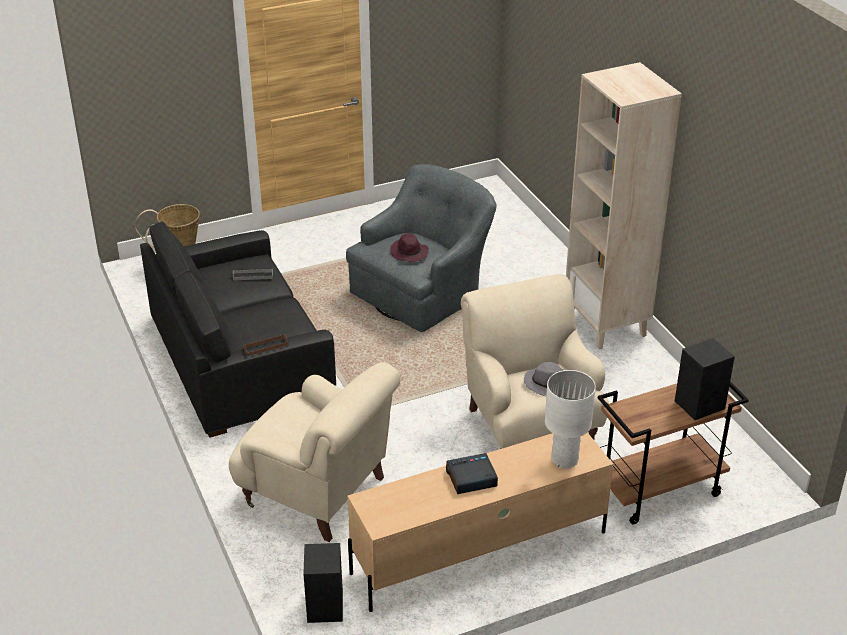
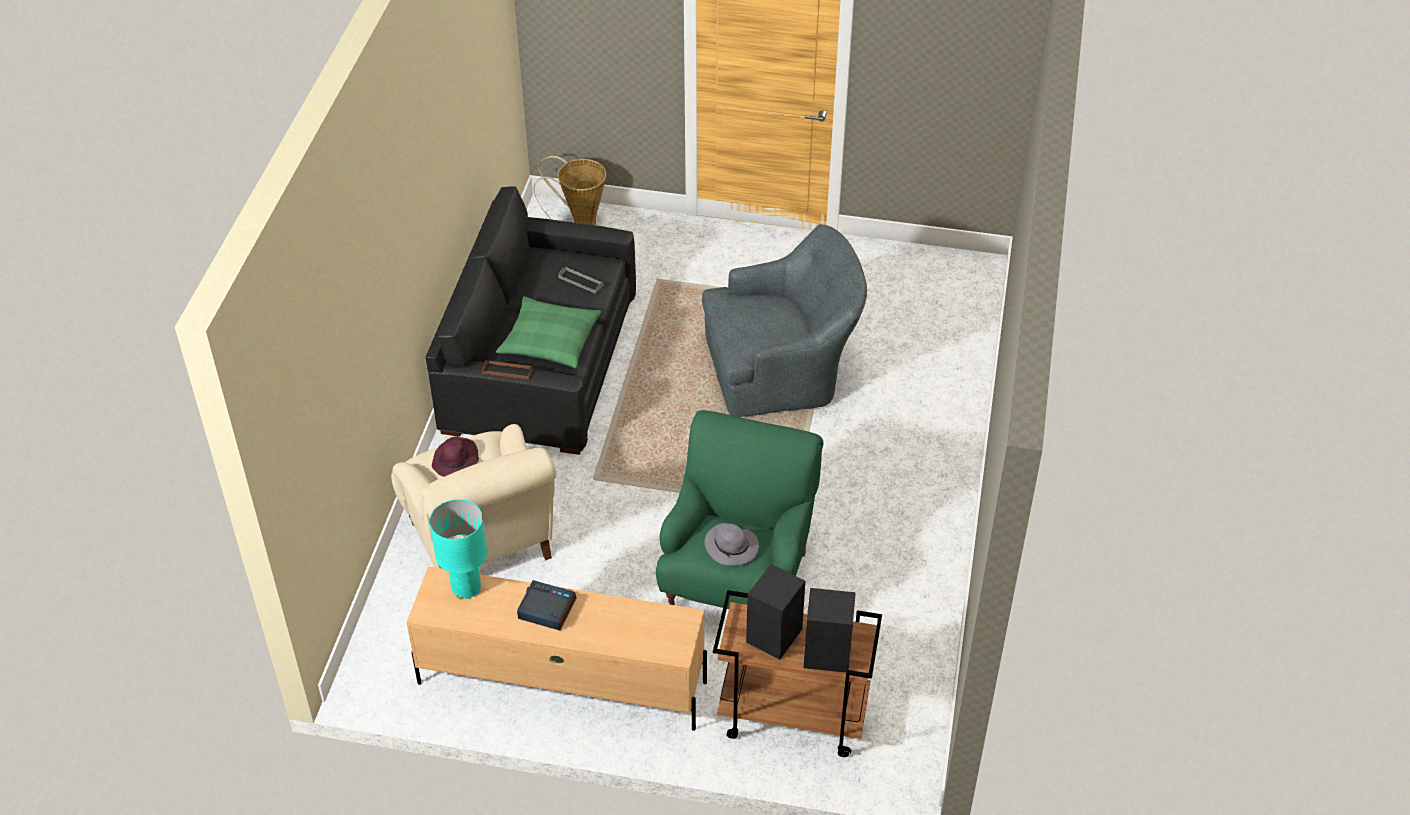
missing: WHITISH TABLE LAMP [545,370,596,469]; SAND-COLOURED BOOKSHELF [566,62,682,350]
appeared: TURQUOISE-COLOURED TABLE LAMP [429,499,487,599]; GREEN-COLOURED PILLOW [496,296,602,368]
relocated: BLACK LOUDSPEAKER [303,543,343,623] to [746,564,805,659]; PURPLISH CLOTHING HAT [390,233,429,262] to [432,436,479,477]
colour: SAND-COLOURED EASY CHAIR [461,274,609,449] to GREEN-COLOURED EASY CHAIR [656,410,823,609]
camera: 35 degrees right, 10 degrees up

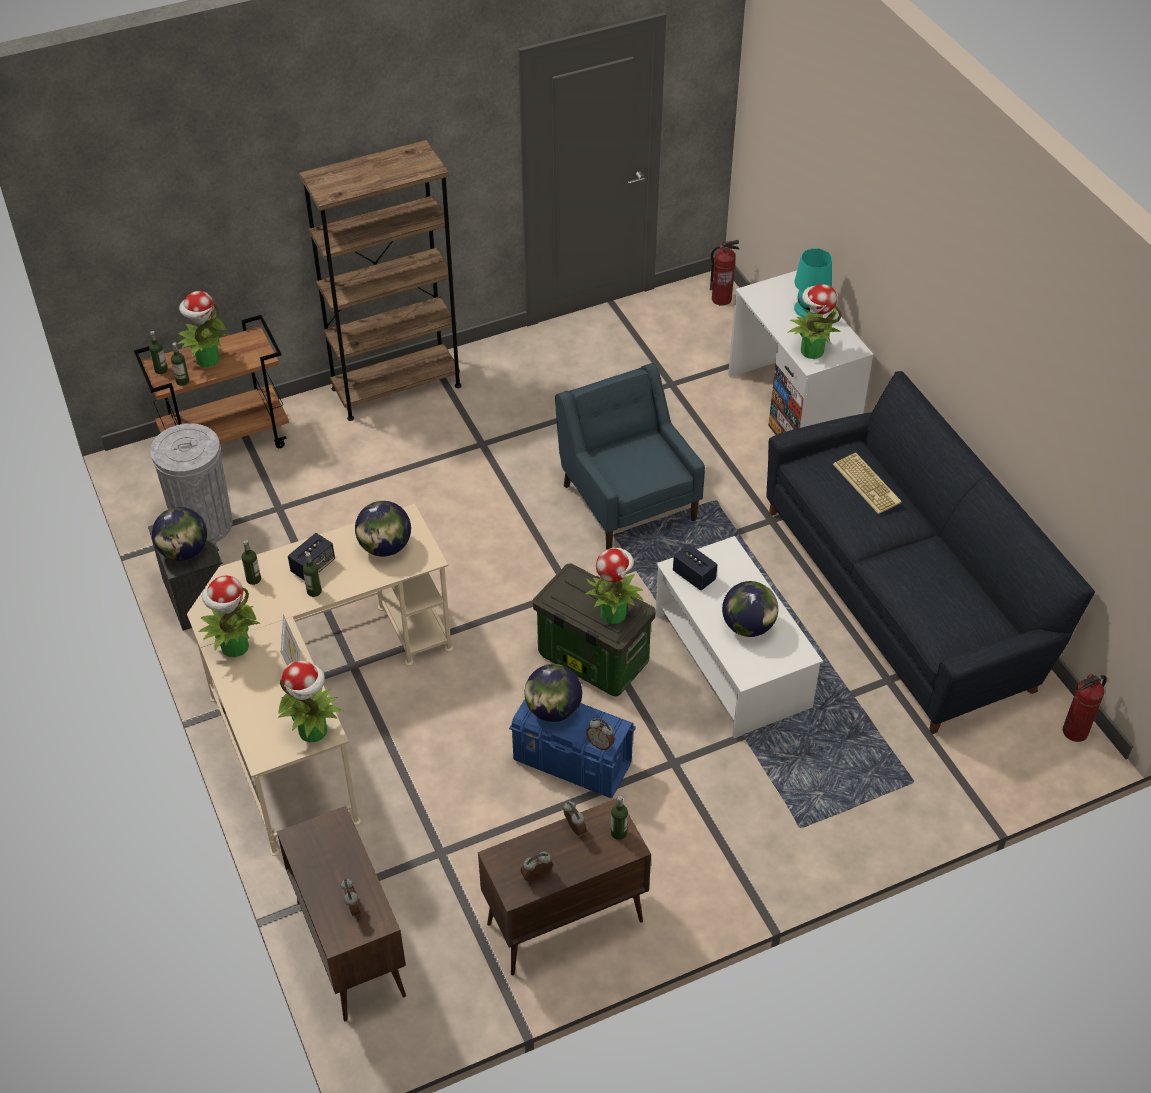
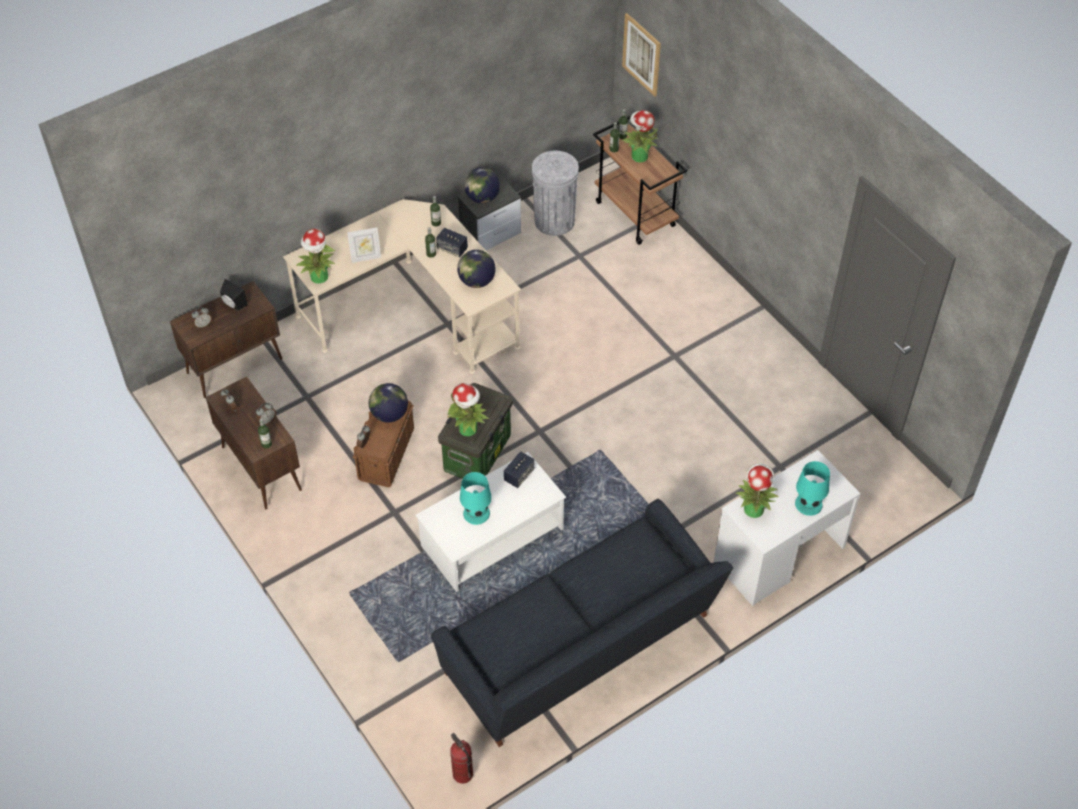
missing: POTTED PLANT [199,575,261,657]; BROWN-COLOURED BOOKSHELF [299,140,461,421]; BLUISH EASY CHAIR [555,363,705,550]; EXTINGUISHER [710,240,740,306]; COMPUTER KEYBOARD [833,453,902,514]
appeared: BLACK LOUDSPEAKER [220,279,248,311]; PICTURE [622,13,661,96]
exchanged: WORLD GLOBE [722,581,778,637] to TURQUOISE-COLOURED TABLE LAMP [460,472,492,525]
colour: BLUISH STORAGE BOX [509,699,636,798] to BROWN-COLOURED STORAGE BOX [353,400,414,487]
camera: 80 degrees right, 5 degrees up

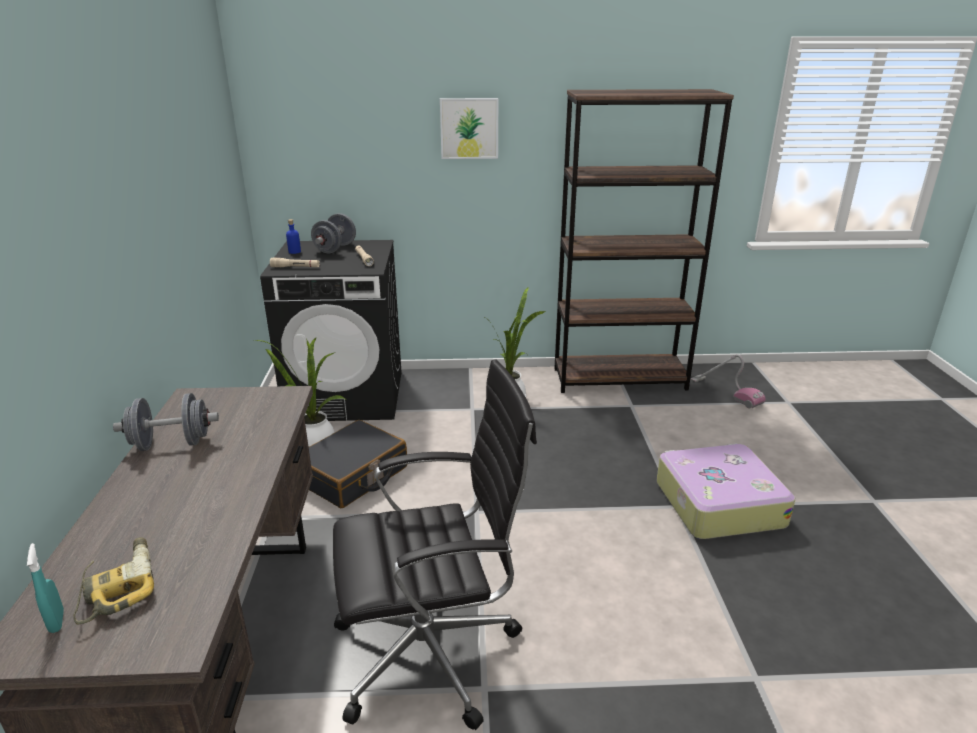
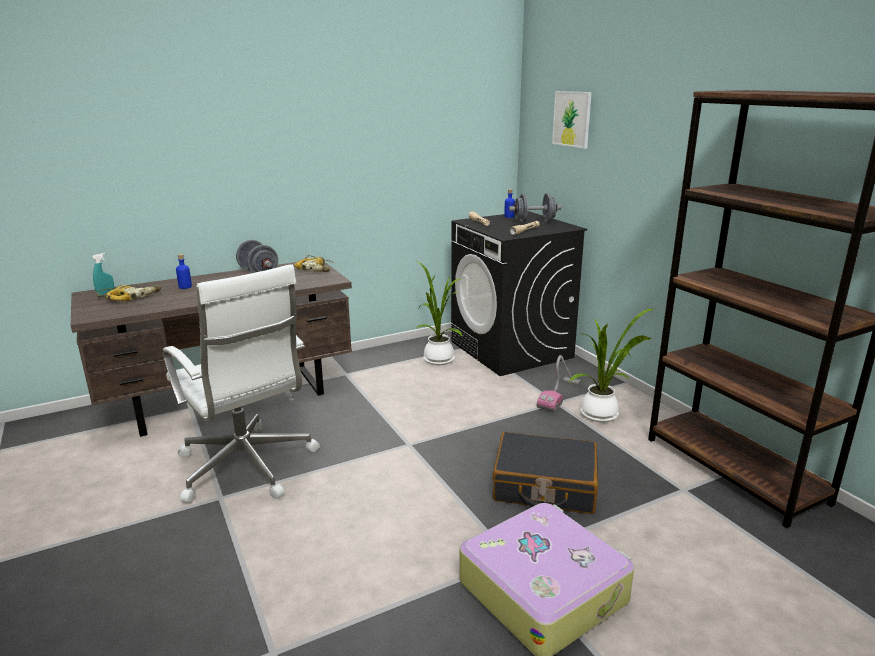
appeared: BLUISH BOTTLE [176,254,192,289]; POWER DRILL [294,255,335,272]
relocated: BLACK PIECE OF LUGGAGE [309,420,407,508] to [493,432,598,514]; PICTURE [440,98,498,159] to [552,91,592,149]; VACUUM [691,354,766,409] to [537,355,581,412]
colour: BLACK OFFICE CHAIR [333,359,537,730] to WHITISH OFFICE CHAIR [163,264,320,503]
camera: 65 degrees right, 5 degrees down

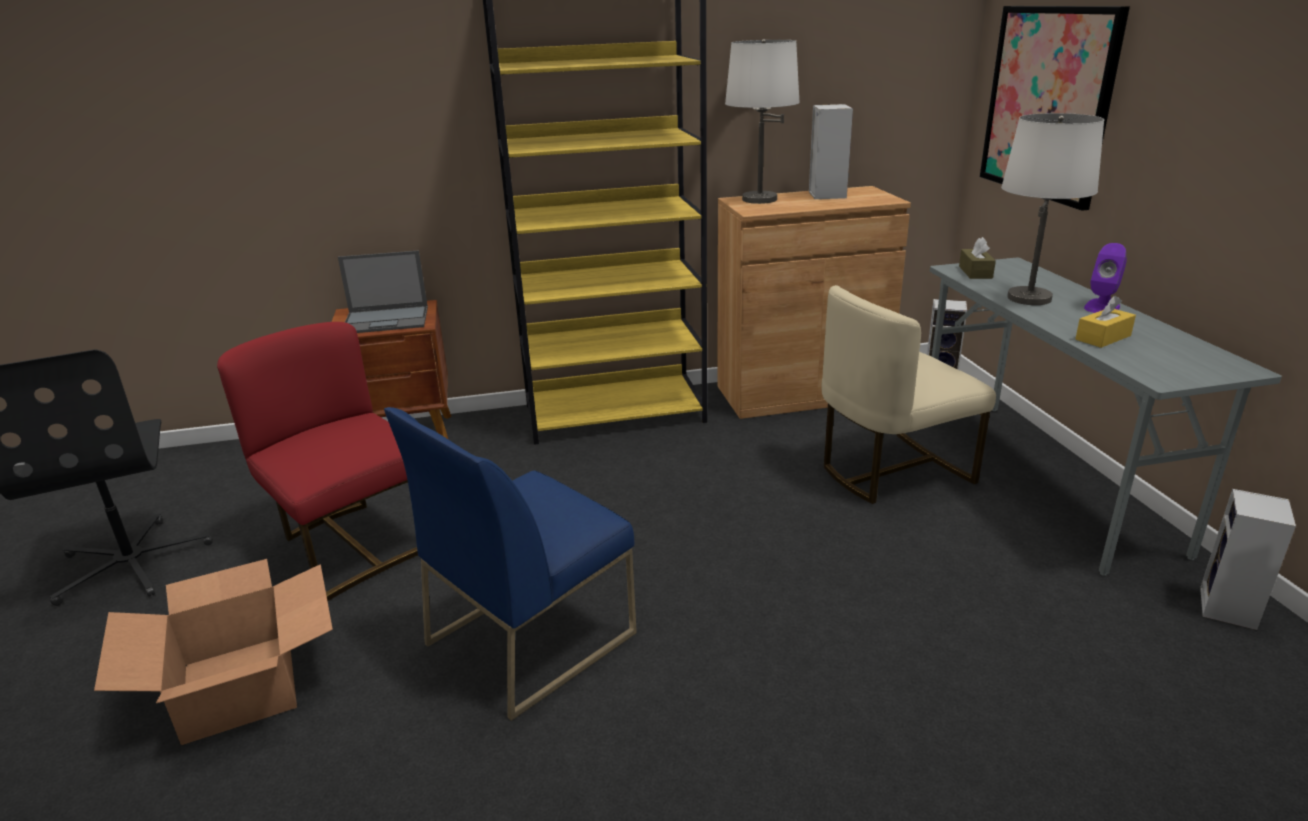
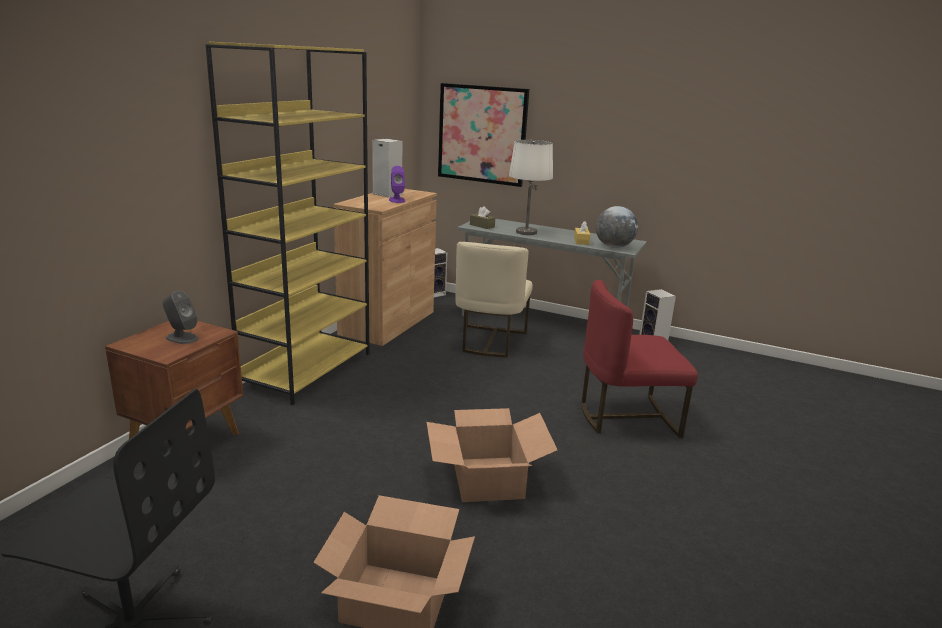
missing: WHITISH TABLE LAMP [725,39,800,204]
appeared: WORLD GLOBE [596,206,638,248]
relocated: REDDISH PLAIN CHAIR [217,322,418,601] to [581,280,698,438]; PURPLISH LOUDSPEAKER [1084,243,1127,313] to [389,166,405,203]
exchanged: PORTABLE COMPUTER [338,250,428,333] to GREYISH LOUDSPEAKER [162,291,199,344]; BLUISH PLAIN CHAIR [384,407,637,721] to CARDBOARD BOX [426,408,557,502]
camera: 55 degrees left, 5 degrees down

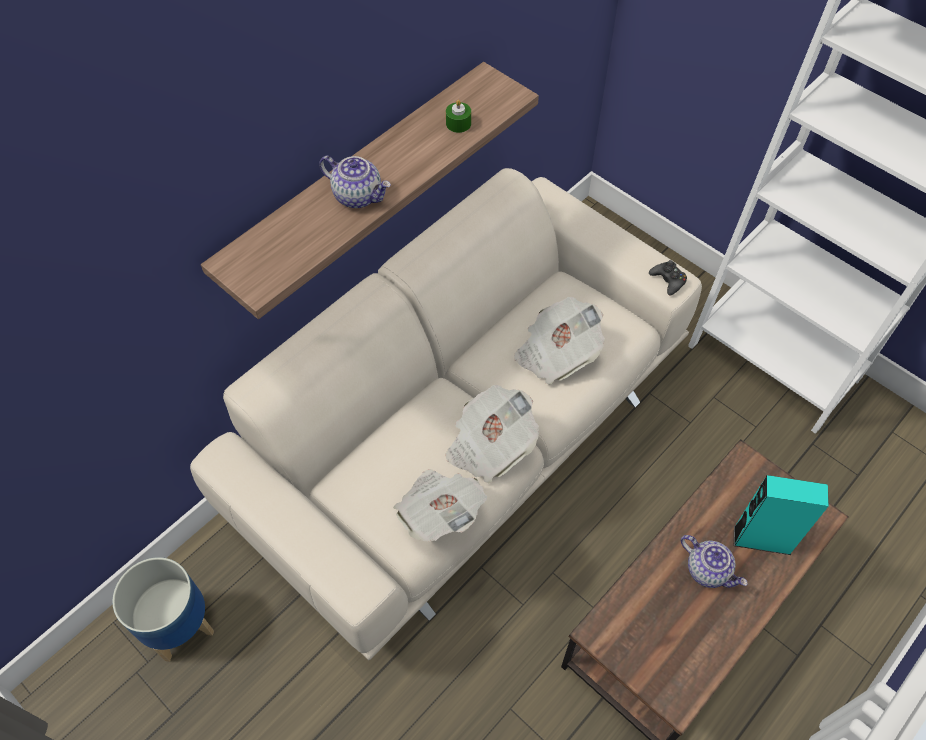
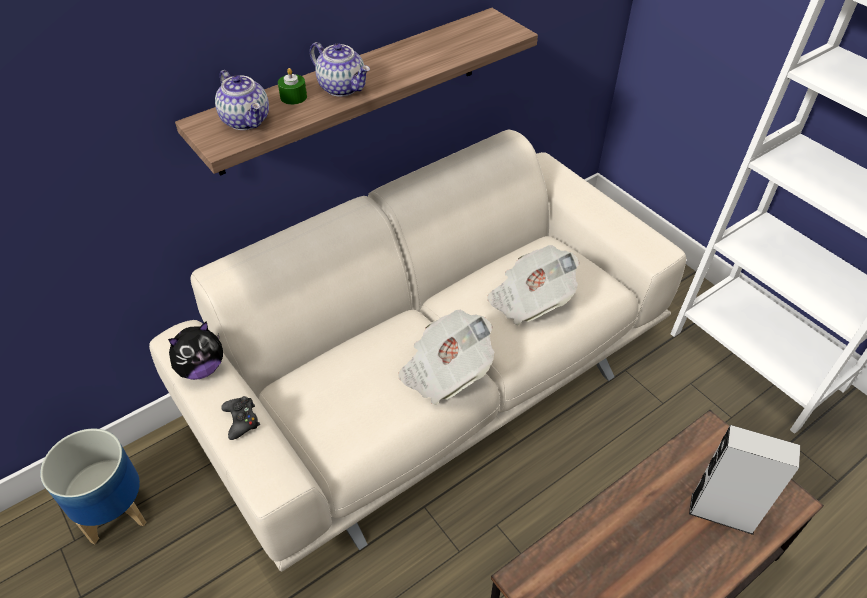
missing: DAILY PAPER [393,469,487,542]
appeared: CUDDLY TOY [168,321,223,380]
relocated: GREEN-COLOURED WAX LIGHT [446,100,471,133] to [278,68,307,105]; BLACK GAME CONTROLLER [649,260,687,296] to [221,396,260,440]; TEAPOT [681,535,748,588] to [215,70,269,130]
colour: TURQUOISE-COLOURED LOUDSPEAKER [734,475,829,555] to GREYISH LOUDSPEAKER [689,425,800,535]
camera: 10 degrees right, 10 degrees down

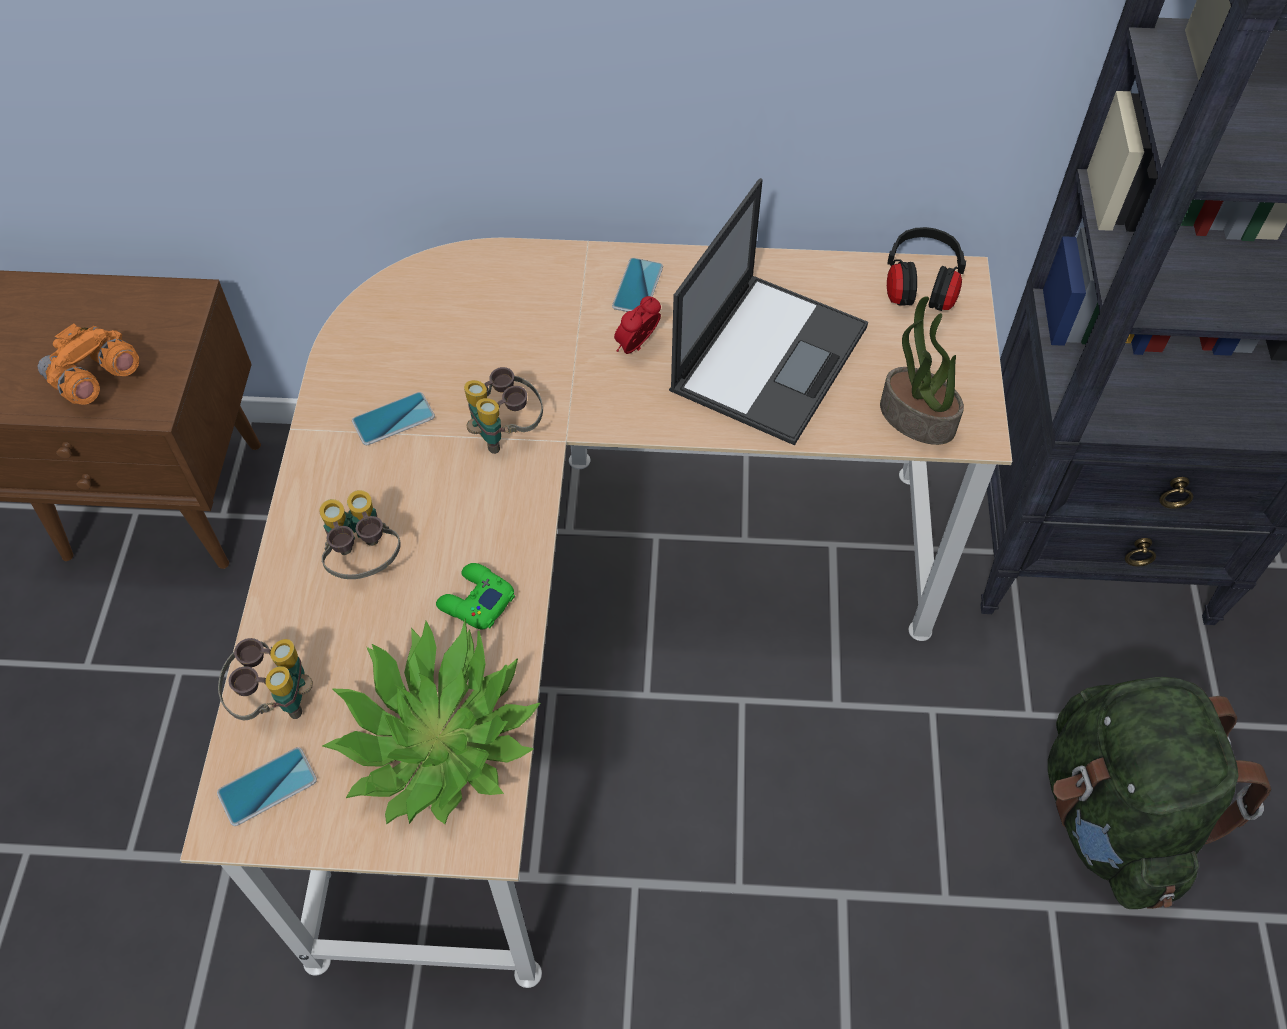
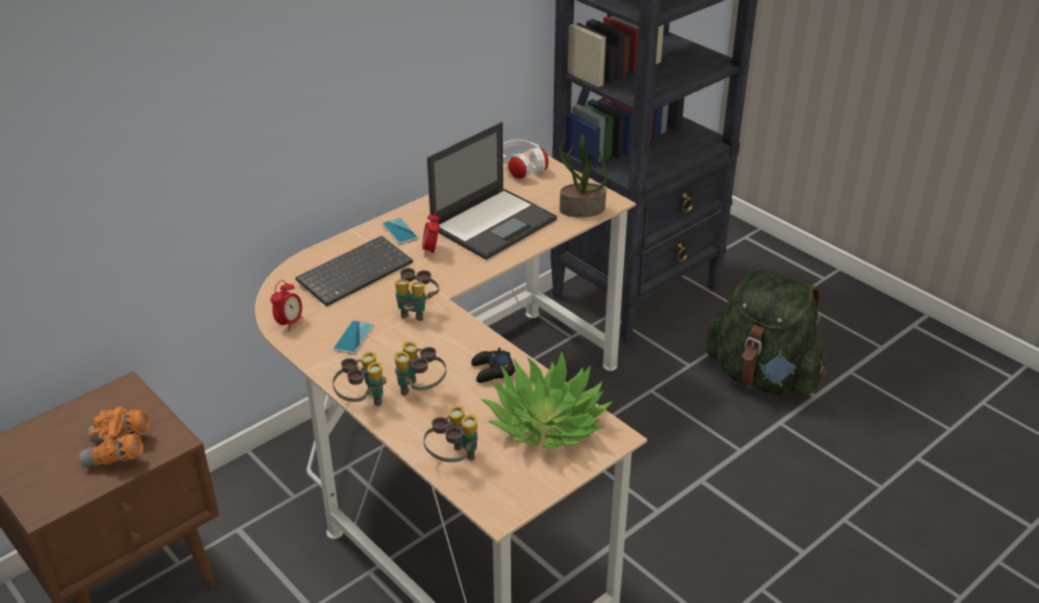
missing: TELEPHONE [217,747,317,826]
appeared: ALARM CLOCK [270,280,303,331]; COMPUTER KEYBOARD [295,236,413,306]; FIELD GLASSES [333,352,387,406]
colour: GREEN-COLOURED GAME CONTROLLER [436,563,515,630] to BLACK GAME CONTROLLER [471,347,515,383]; BLACK HEADSET [887,227,966,311] to WHITISH HEADSET [503,140,549,179]
spun: PORTABLE COMPUTER [669,178,868,445] = [427,122,557,260] 60 degrees clockwise
camera: 45 degrees left, 20 degrees down

